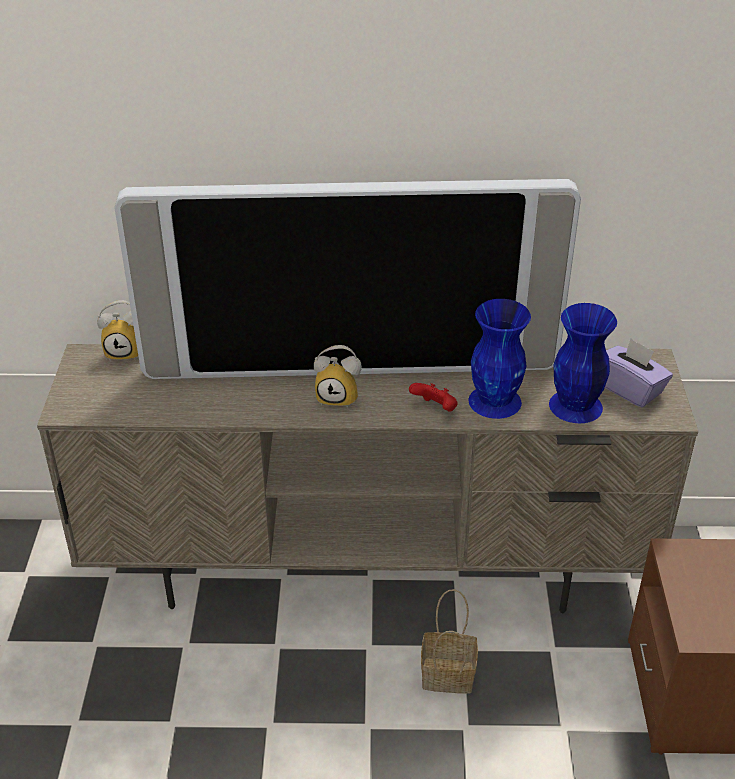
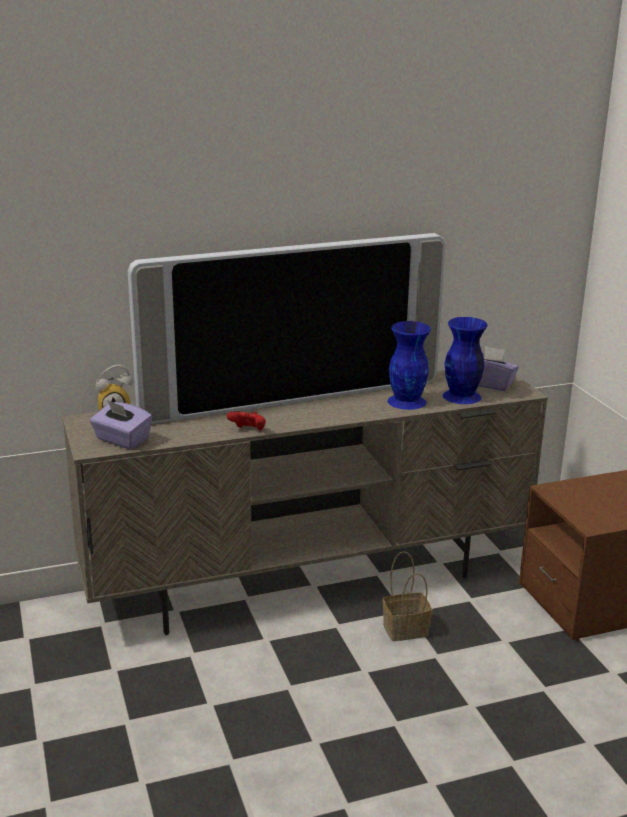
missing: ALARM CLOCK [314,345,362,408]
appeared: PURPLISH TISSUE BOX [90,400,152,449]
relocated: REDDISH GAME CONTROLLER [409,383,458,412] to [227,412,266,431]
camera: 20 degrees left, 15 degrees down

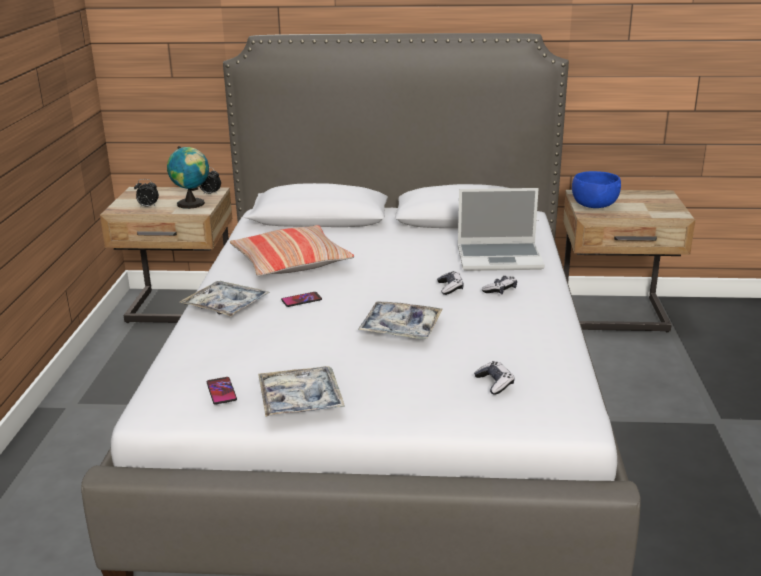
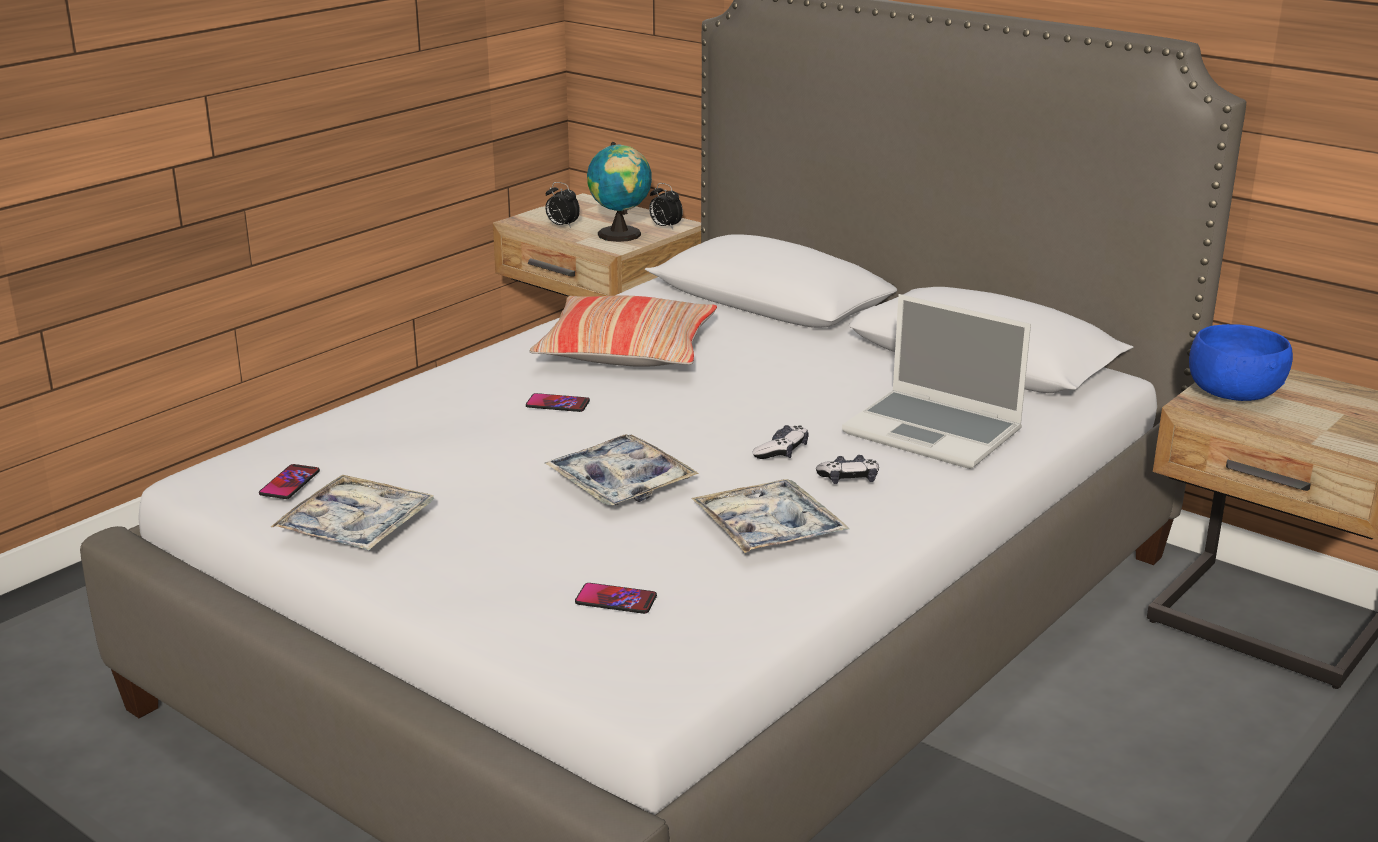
relocated: TRAY [180,281,270,317] to [692,479,849,553]
exchanged: GAME CONTROLLER [474,361,515,394] to TELEPHONE [575,583,657,614]
camera: 35 degrees right, 0 degrees up

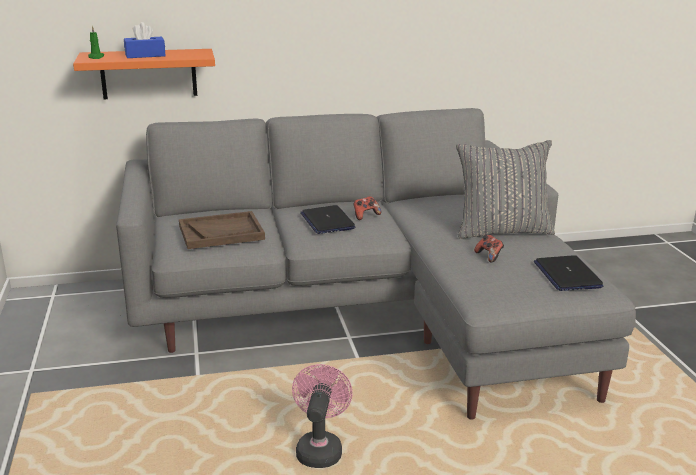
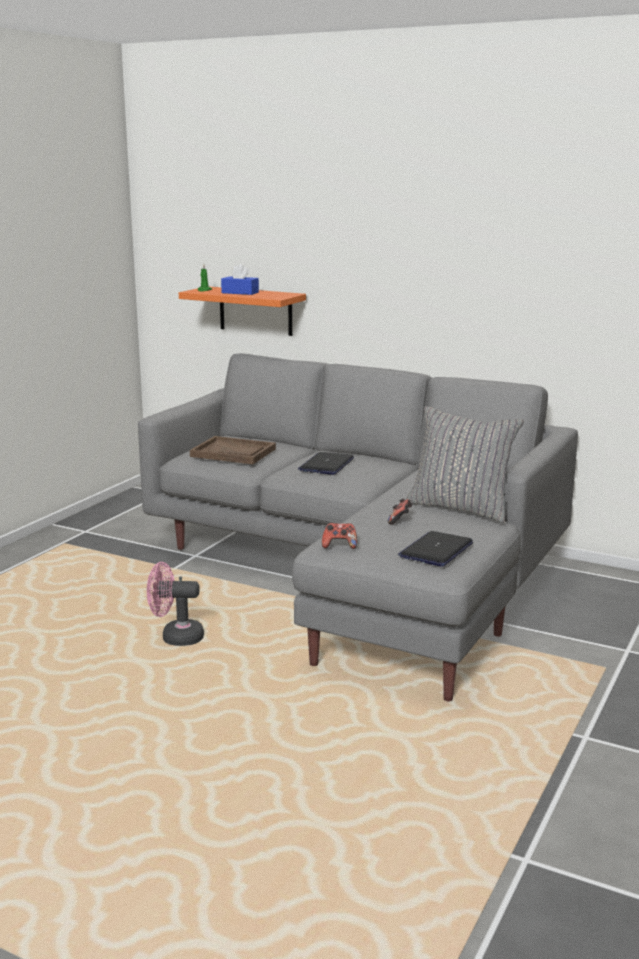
relocated: GAME CONTROLLER [354,196,381,220] to [322,523,357,549]
spun: PINK-COLOURED FAN [292,364,353,468] = [147,562,204,646] 135 degrees counterclockwise
camera: 40 degrees right, 5 degrees down

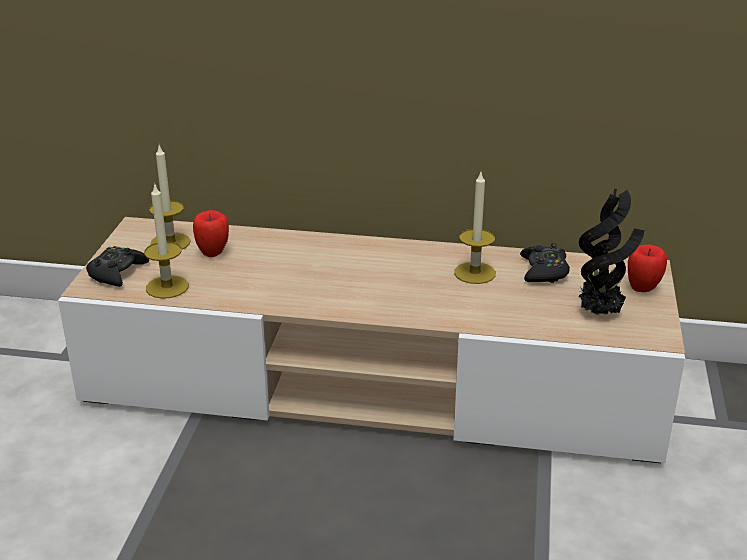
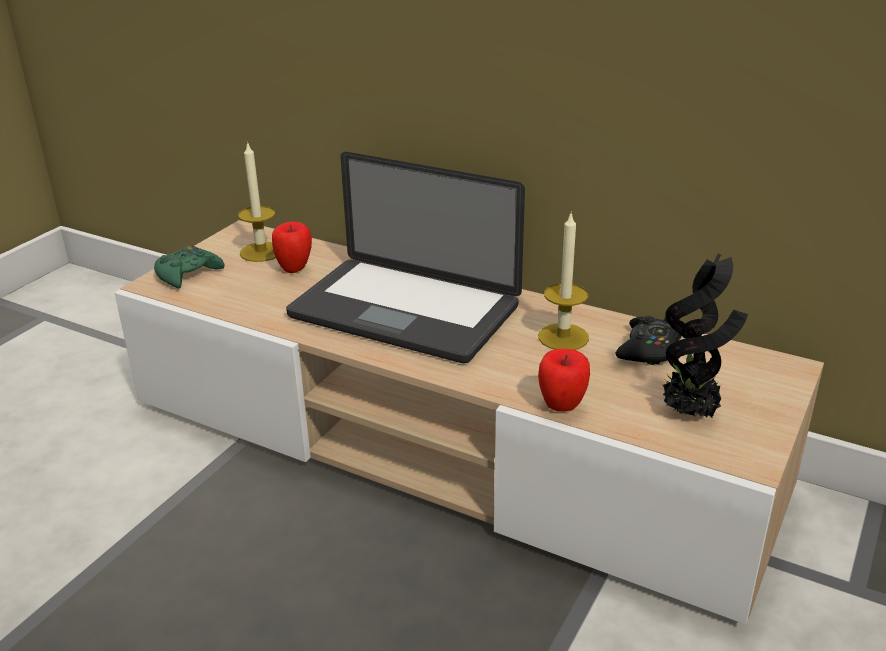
missing: WAX LIGHT [144,185,189,299]
appeared: PORTABLE COMPUTER [286,152,525,363]
relocated: APPLE FRUIT [628,245,667,292] to [538,349,590,411]
colour: BLACK GAME CONTROLLER [86,246,149,287] to GREEN-COLOURED GAME CONTROLLER [154,246,225,288]
camera: 20 degrees right, 0 degrees up

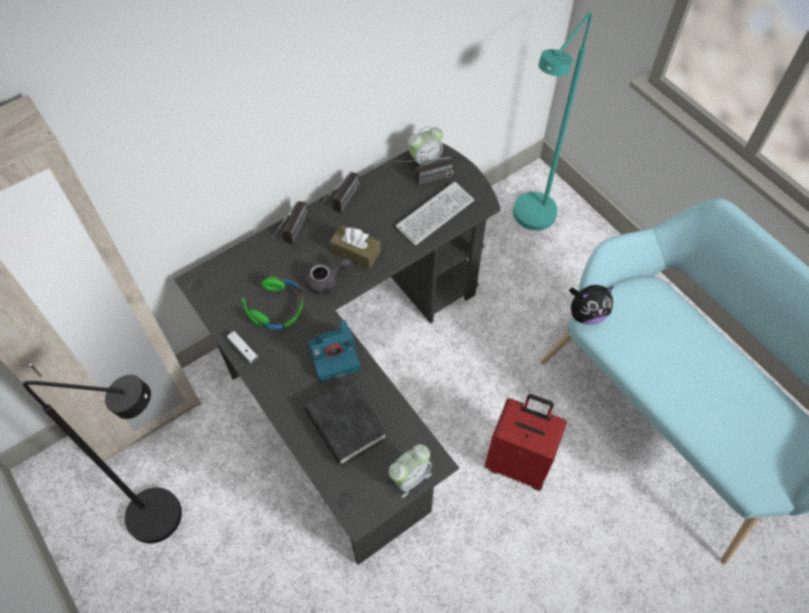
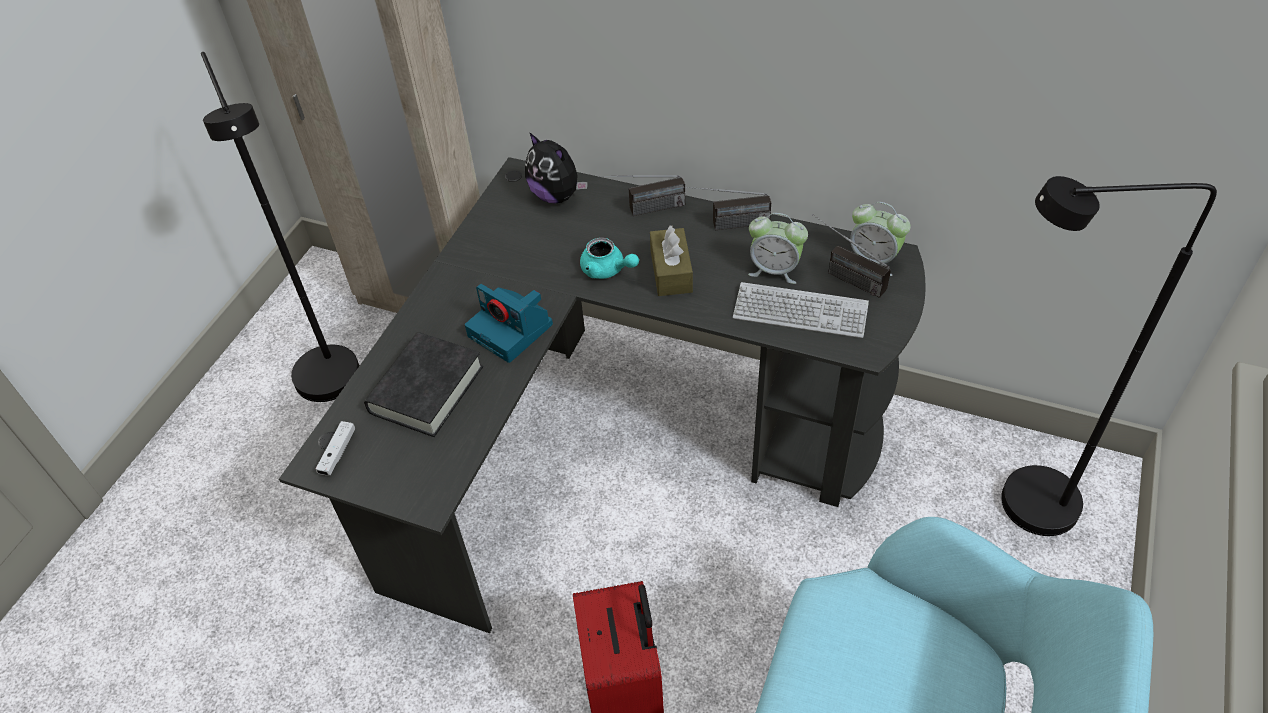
missing: GREEN-COLOURED HEADSET [241,276,303,330]
relocated: WHITISH GAME CONTROLLER [227,331,258,363] to [316,421,355,476]; ALARM CLOCK [389,444,432,498] to [748,213,808,284]; CUDDLY TOY [569,285,614,325] to [525,132,588,204]
colour: GREYISH TEAPOT [306,258,351,294] to TURQUOISE-COLOURED TEAPOT [580,238,639,279]; TURQUOISE-COLOURED FLOOR LAMP [513,12,592,231] to BLACK FLOOR LAMP [1001,176,1217,536]
camera: 60 degrees right, 10 degrees down

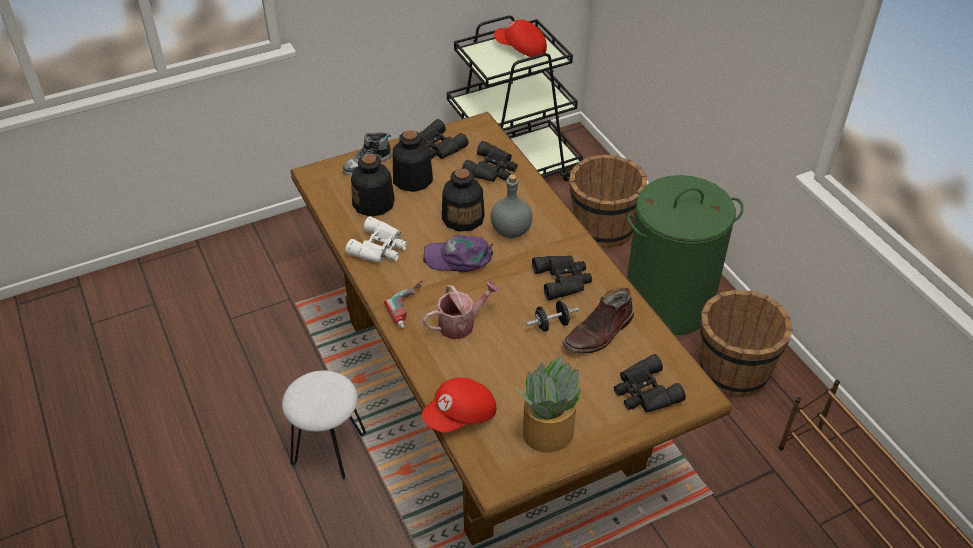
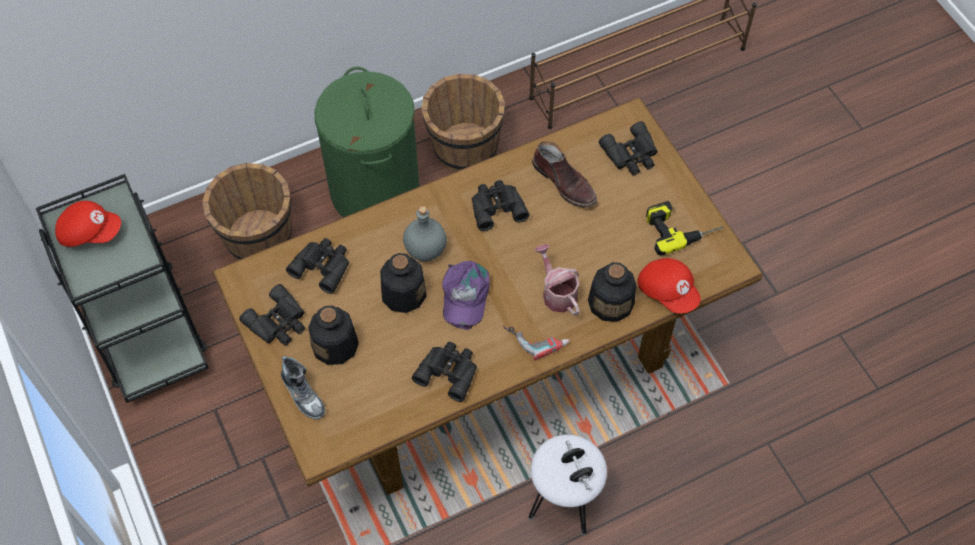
relocated: BOTTLE [351,154,395,216] to [588,262,636,322]; BLACK FREE WEIGHT [526,301,579,332] to [561,440,593,490]
exchanged: POTTED PLANT [516,357,581,453] to POWER DRILL [646,201,723,255]
colour: WHITISH FIELD GLASSES [345,216,407,263] to BLACK FIELD GLASSES [412,342,477,402]
spun: REDDISH CAP [494,20,547,57] = [55,201,121,247] 105 degrees counterclockwise
camera: 90 degrees left, 15 degrees up

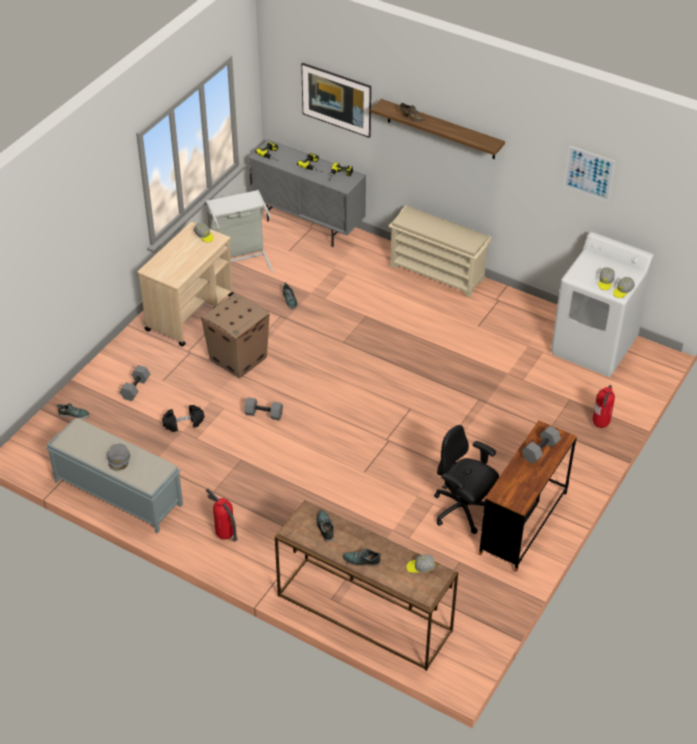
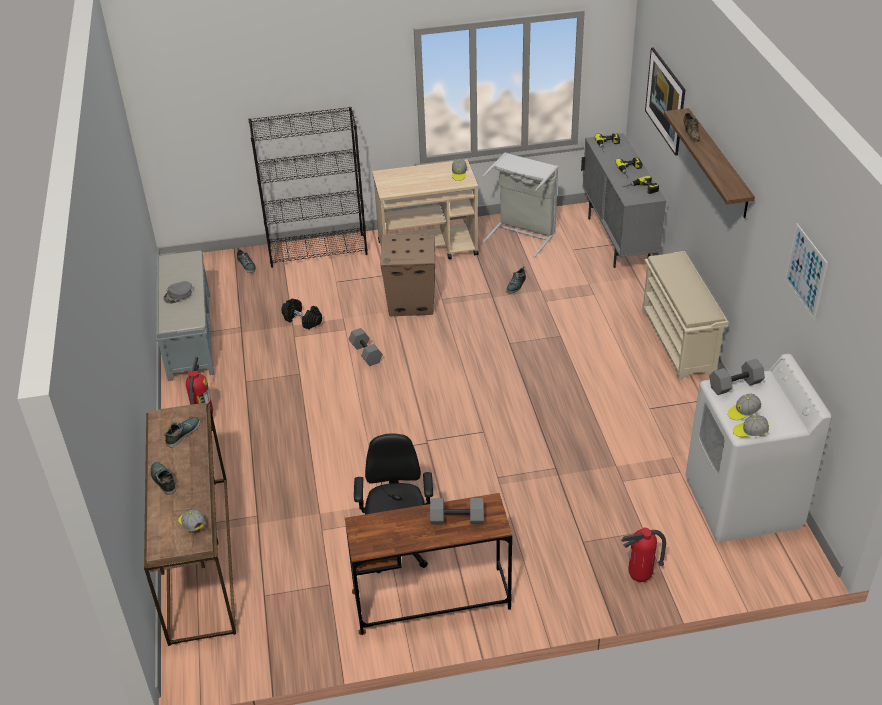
appeared: BLACK BOOKSHELF [248,107,368,268]
relocated: GREYISH FREE WEIGHT [119,365,150,401] to [709,359,765,395]
camera: 50 degrees right, 5 degrees down

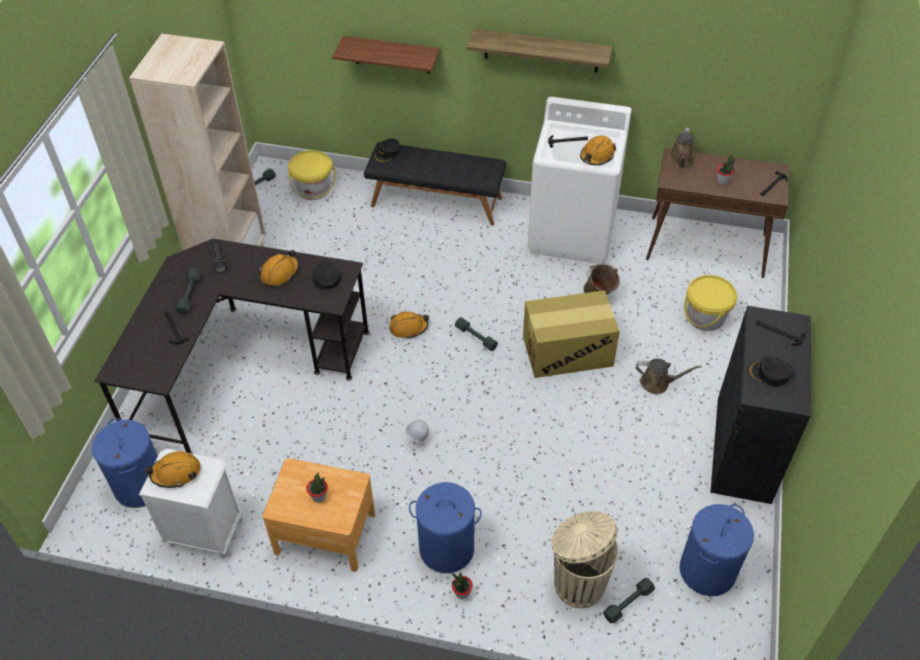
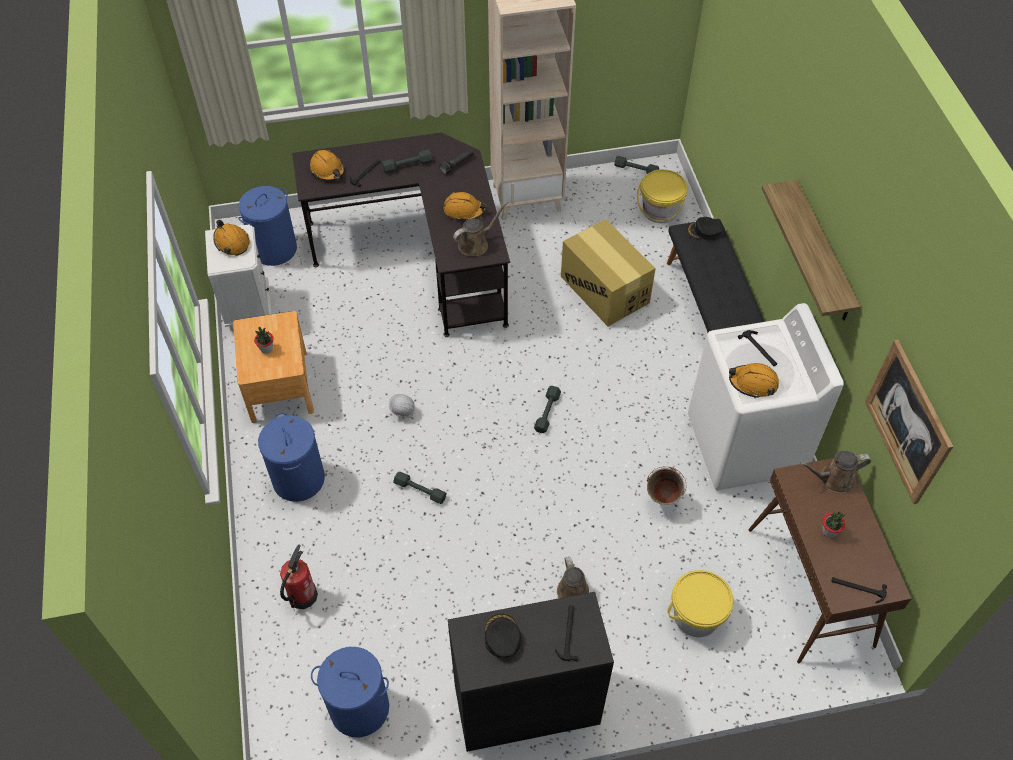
missing: WALL SHELF [332,36,440,73]; POTTED PLANT [451,572,473,599]
appeared: PICTURE [865,340,953,504]
relocated: ORANGE-COLOURED HARD HAT [389,311,429,339] to [310,150,345,181]; CARDBOARD BOX [523,290,620,378] to [561,219,656,326]; GREYISH FREE WEIGHT [603,578,655,623] to [393,472,447,504]
exchanged: BLACK CAP [313,261,341,290] to BROWN-COLOURED WATERING POT [453,202,508,256]; SAND-COLOURED WASTE BIN [551,511,618,608] to EXTINGUISHER [280,544,318,609]
camera: 65 degrees right, 5 degrees up

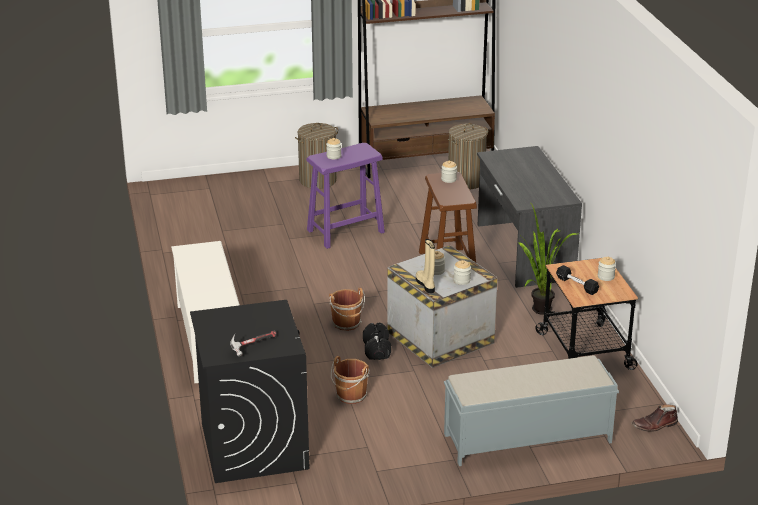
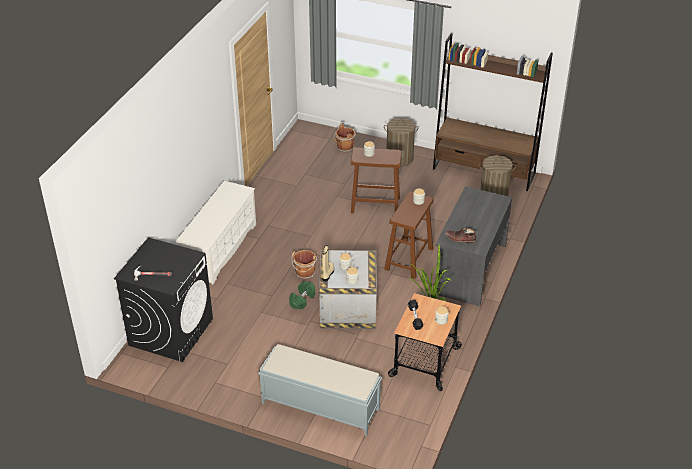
relocated: BROWN-COLOURED PAIL [331,356,369,404] to [334,124,356,152]; BROWN-COLOURED HIGH-TOP BOOT [632,404,678,432] to [445,227,477,244]
colour: PURPLISH SITTING STOOL [307,143,385,249] to BROWN-COLOURED SITTING STOOL [351,147,402,213]; BLACK FREE WEIGHT [363,323,391,360] to GREEN-COLOURED FREE WEIGHT [289,281,315,309]
camera: 35 degrees right, 10 degrees up

